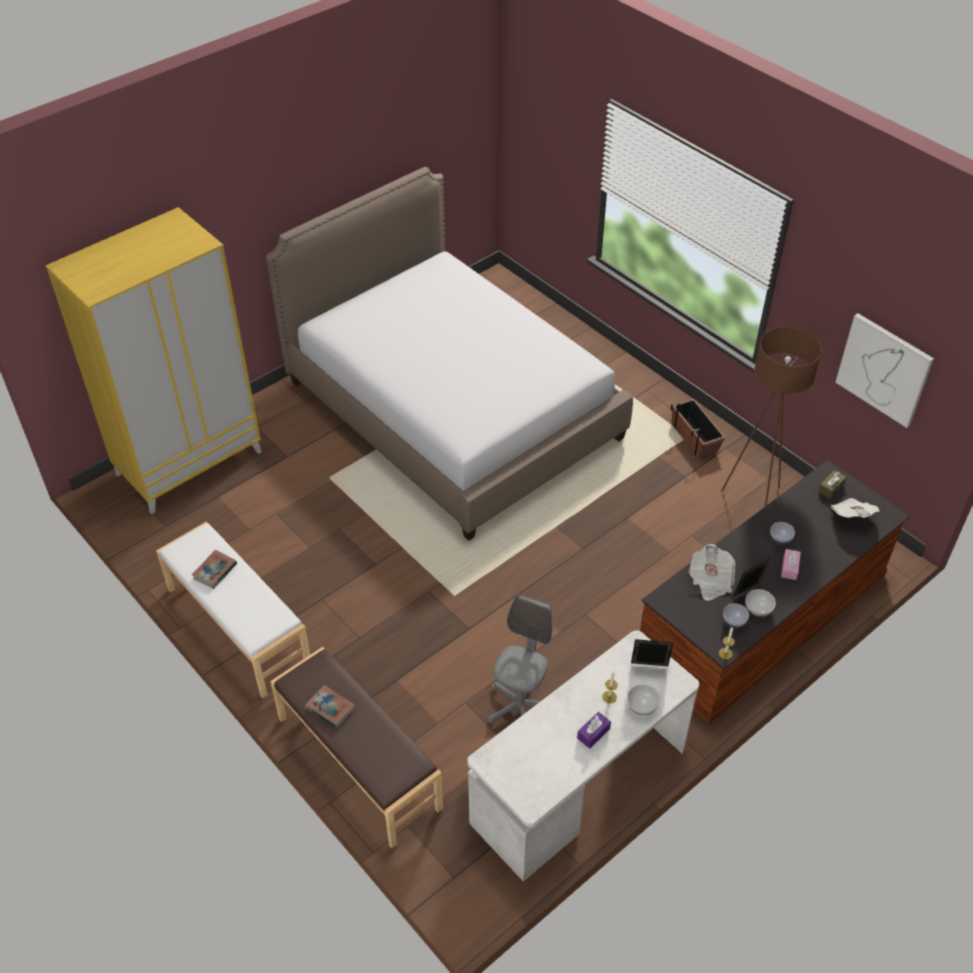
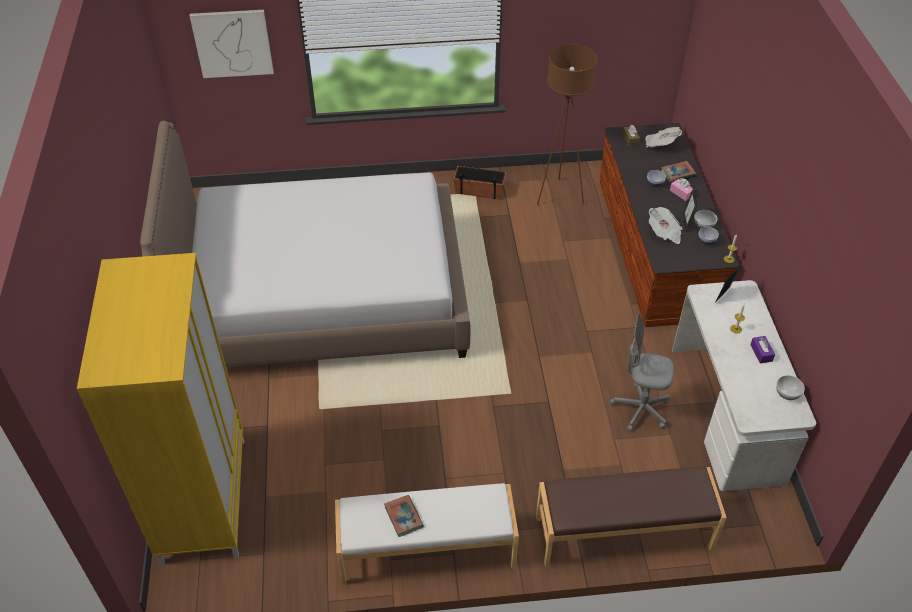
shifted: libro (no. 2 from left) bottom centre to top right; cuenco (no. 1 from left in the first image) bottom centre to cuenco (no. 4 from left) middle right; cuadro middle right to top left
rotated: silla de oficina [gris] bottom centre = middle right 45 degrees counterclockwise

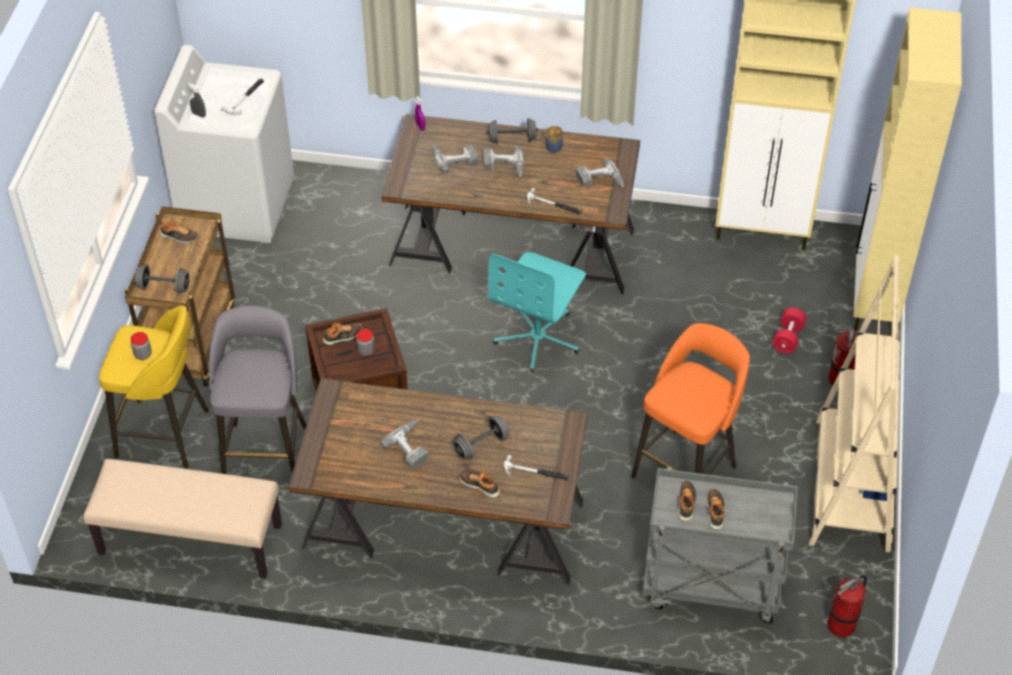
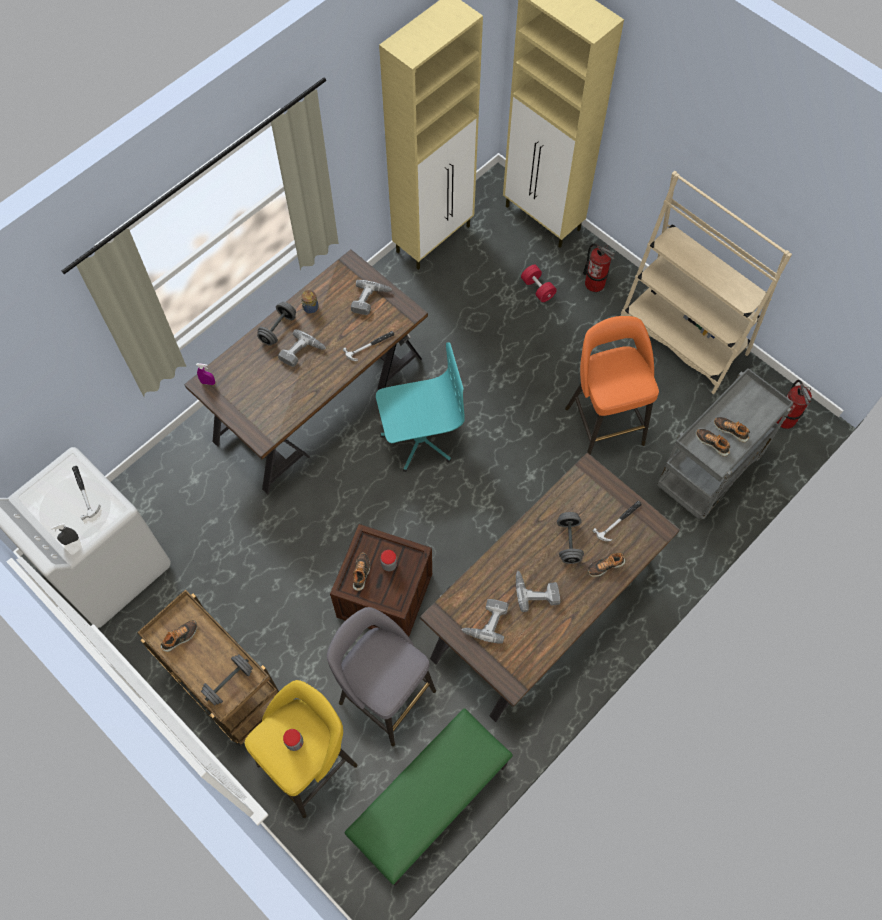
shifted: taladro (no. 2 from left in the first image) top centre to taladro (no. 3 from left) bottom centre
repainted: banco [beis] bottom left to banco [verde] bottom centre
rotated: silla de oficina [turquesa] centre = centre 75 degrees counterclockwise

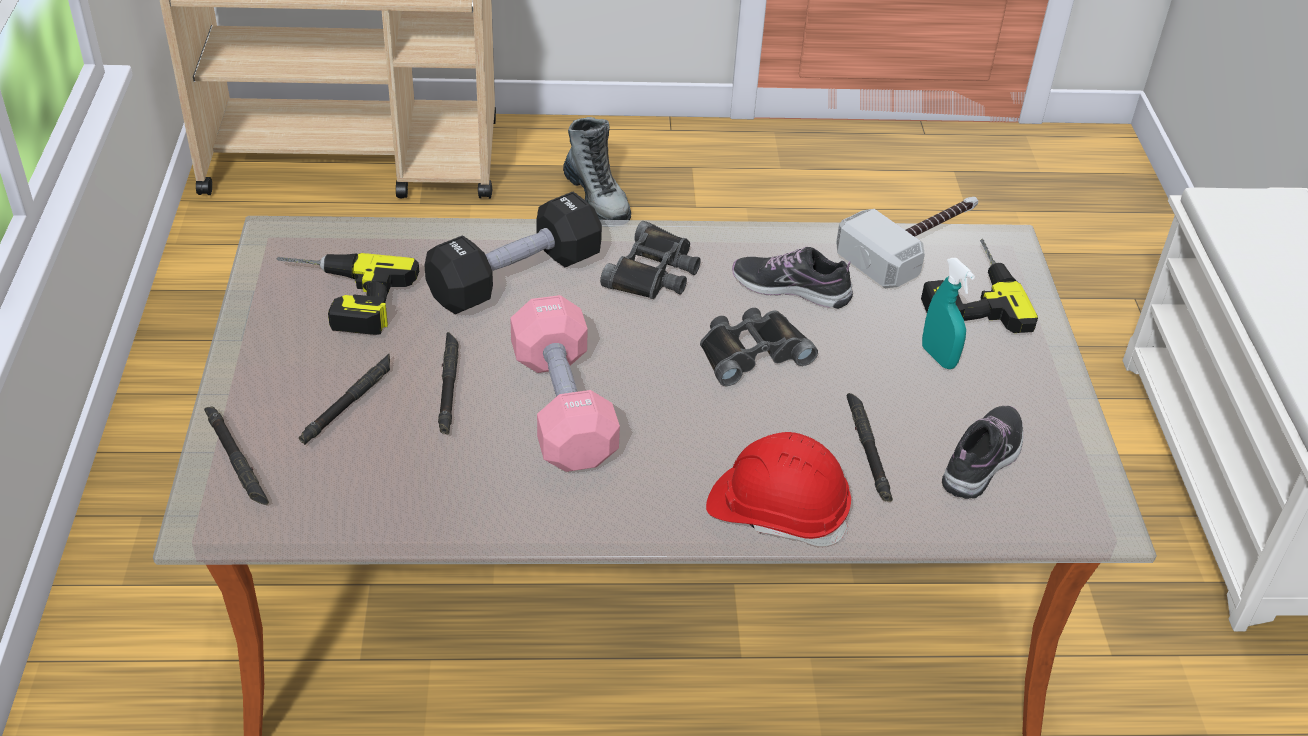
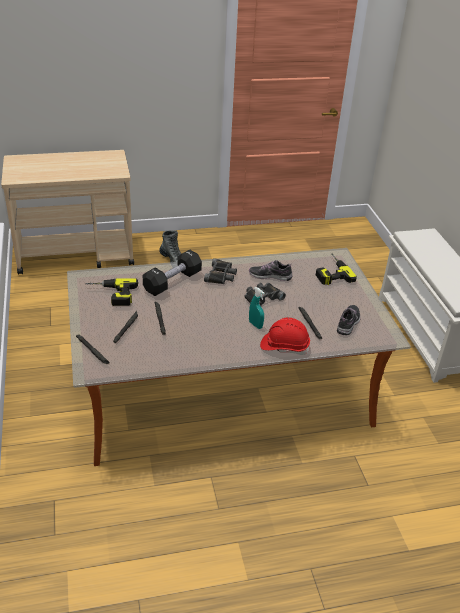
gone: mancuerna [rosa] centre; martillo top right
shifted: pulverizador [turquesa] middle right to centre

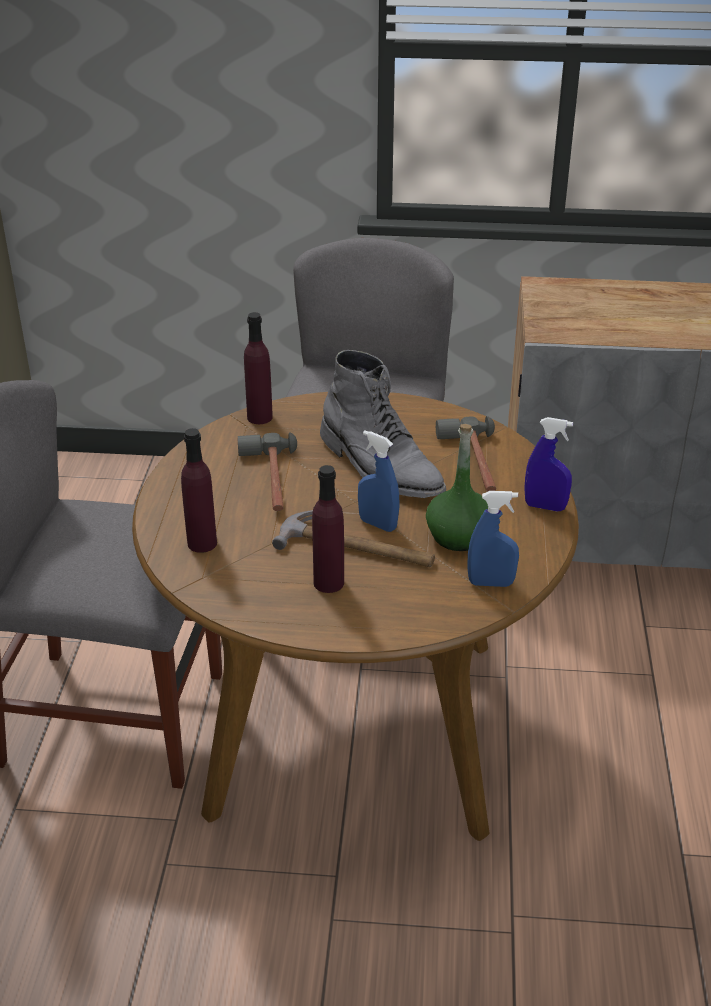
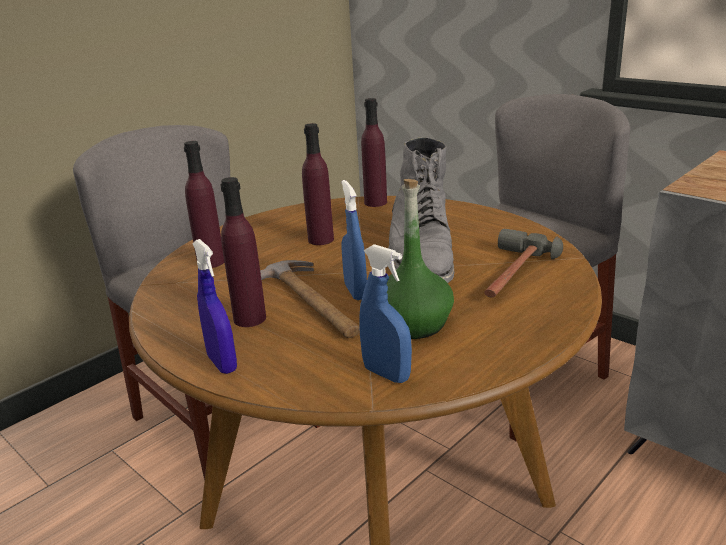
shifted: pulverizador [azul] (no. 3 from left in the first image) middle right to pulverizador [azul] (no. 1 from left) middle left
swapped: martillo (no. 1 from left) centre to botella [morado] (no. 3 from left) centre

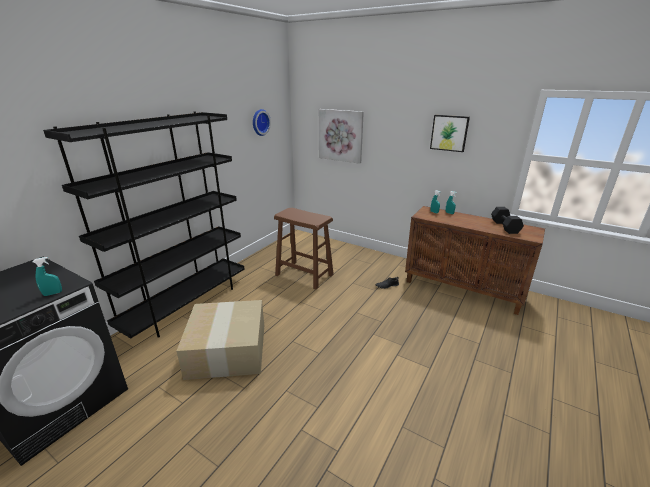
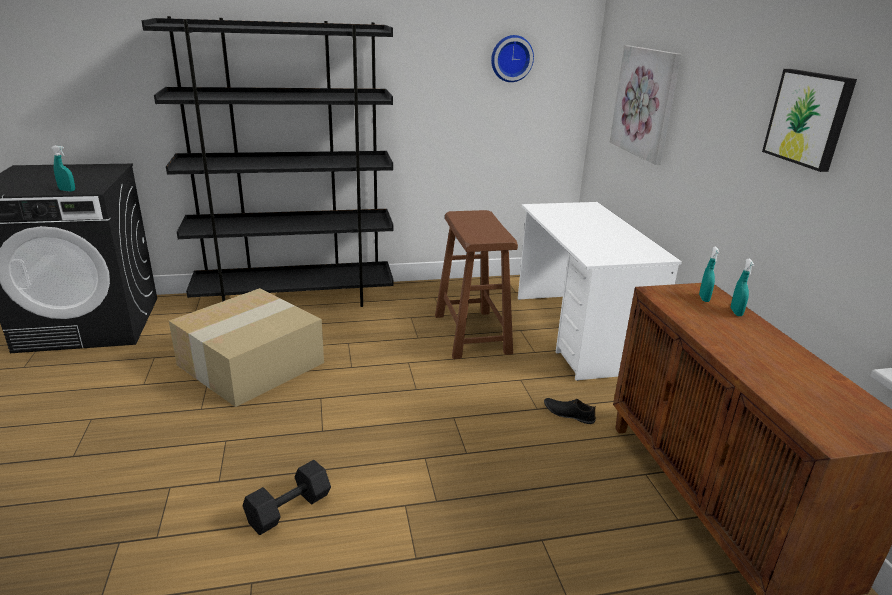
new: escritorio [blanco] middle right
shifted: mancuerna [negro] middle right to bottom left

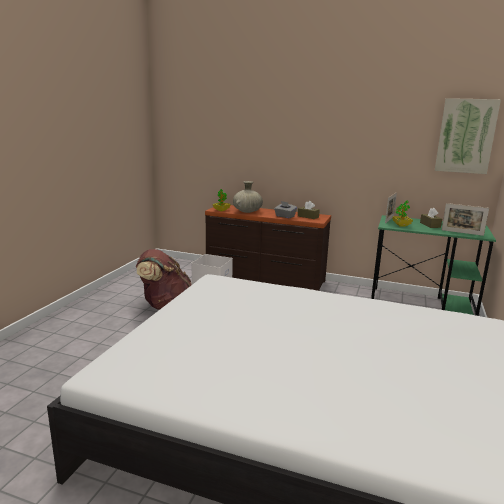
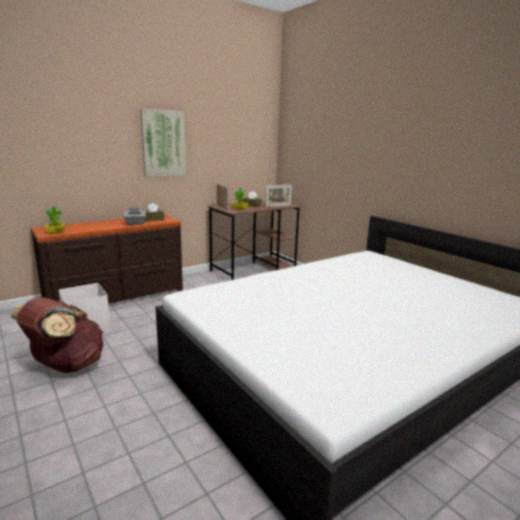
gone: florero [beis] centre
shifted: cuadro top right to top left
repainted: escritorio [verde] middle right to escritorio [marrón] centre

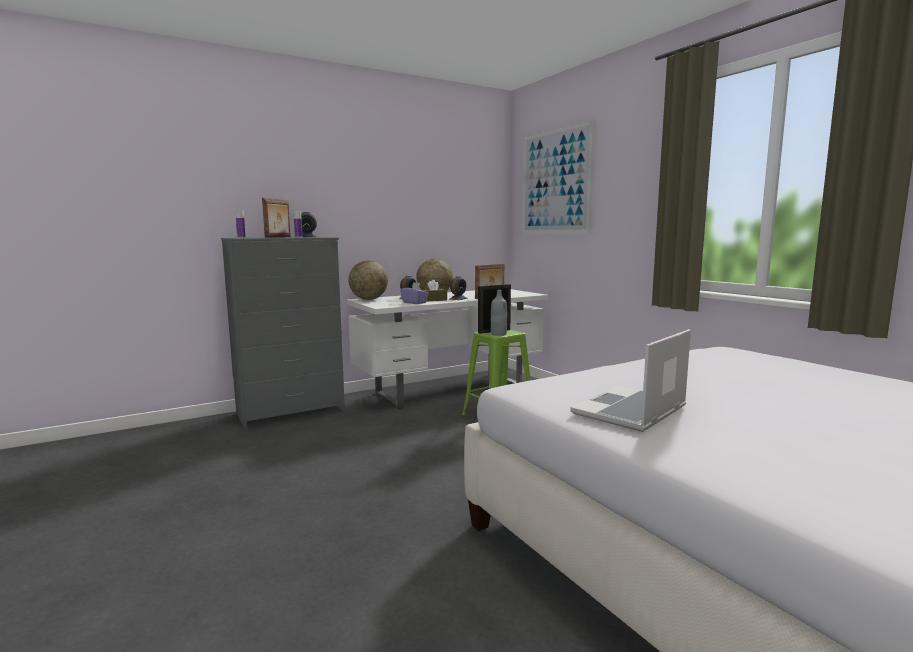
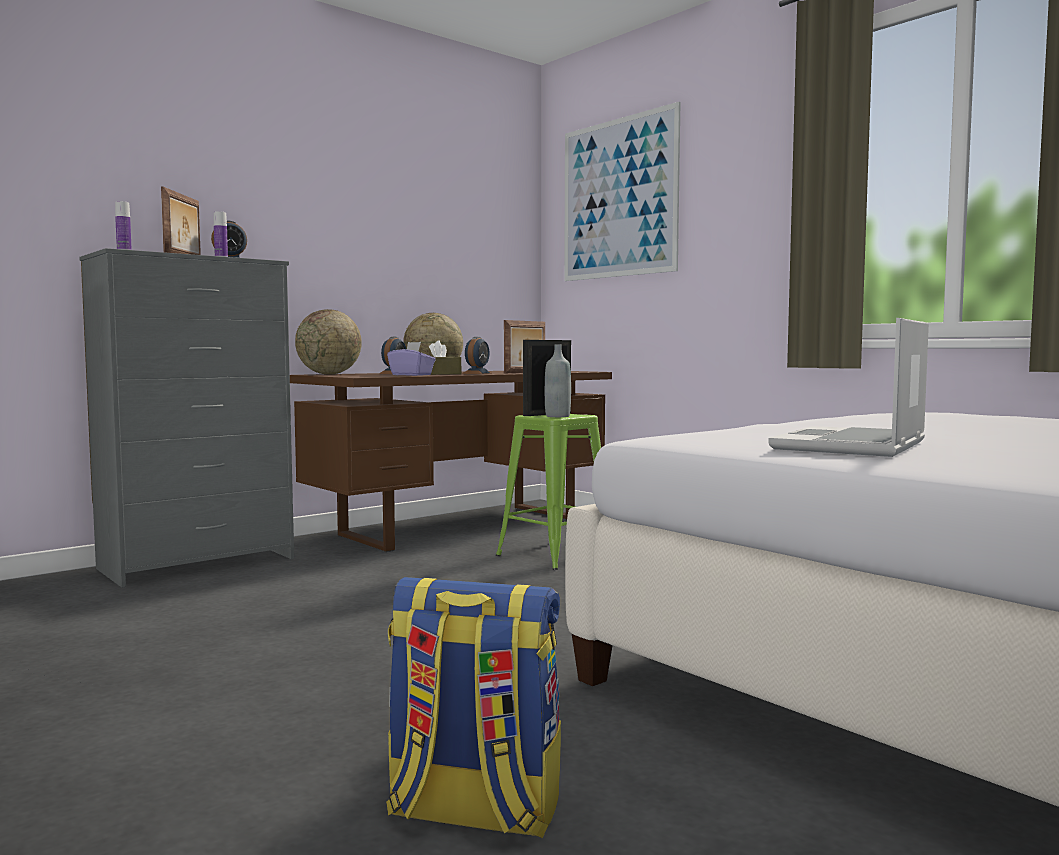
new: mochila bottom centre
repainted: escritorio [blanco] centre to escritorio [marrón] centre

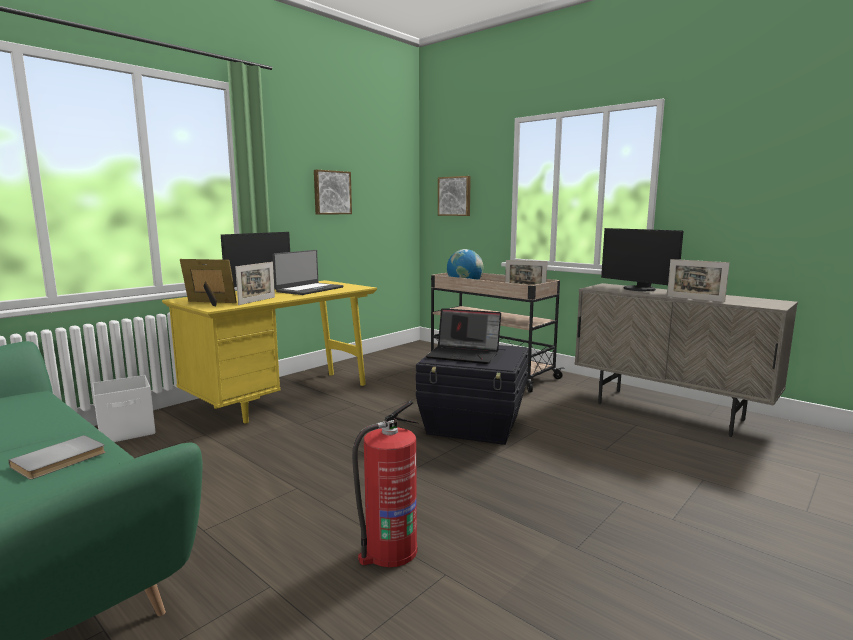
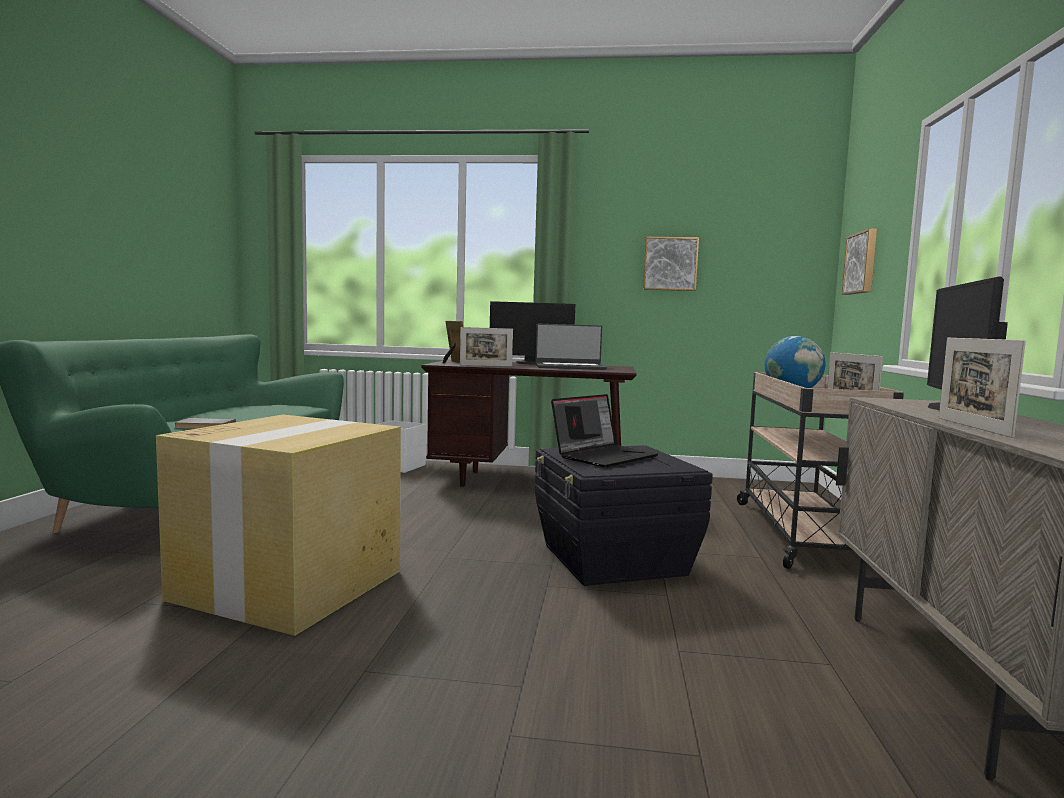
swapped: extintor bottom centre to caja de cartón middle left
repainted: escritorio [amarillo] middle left to escritorio [marrón] centre
rotated: portátil (no. 2 from left) centre = centre 120 degrees counterclockwise

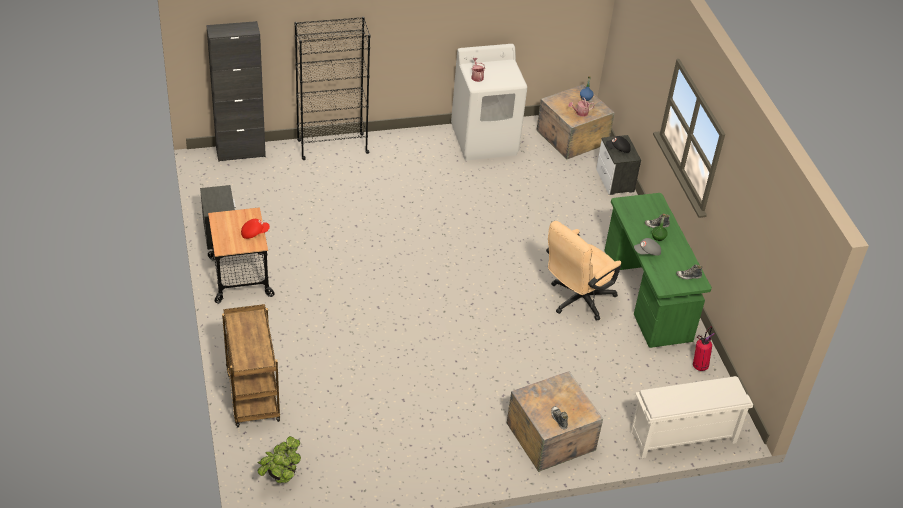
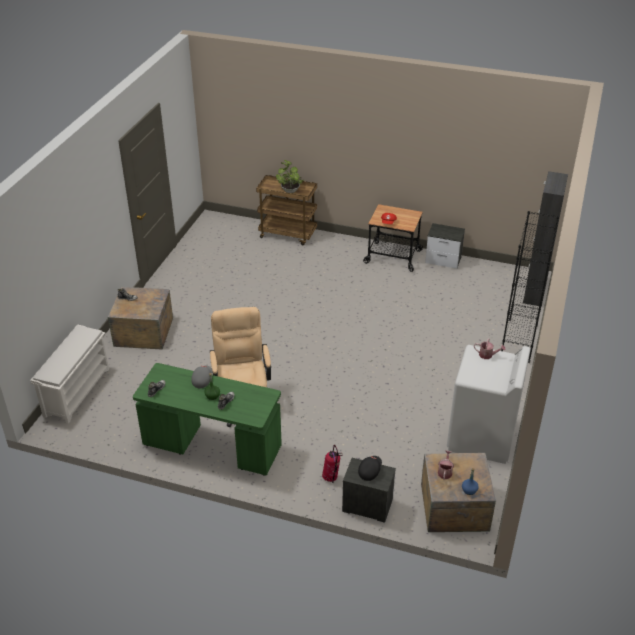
shifted: planta en maceta bottom left to top centre; extintor bottom right to bottom centre

